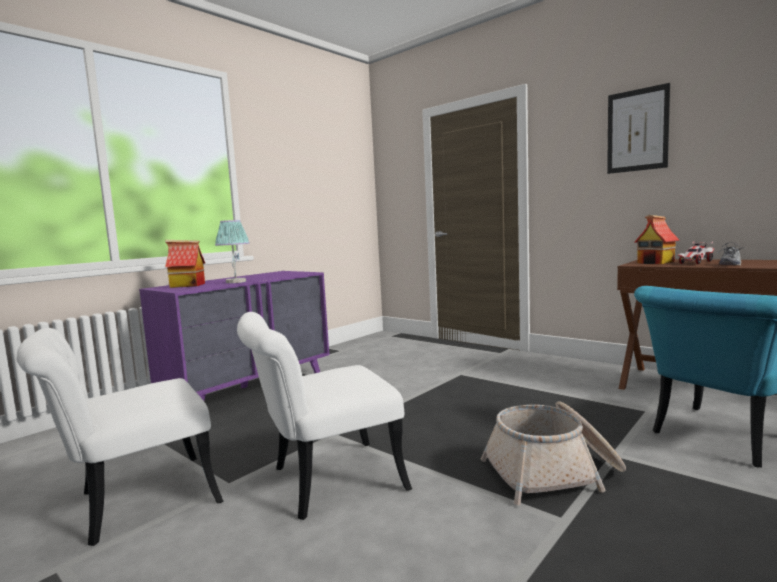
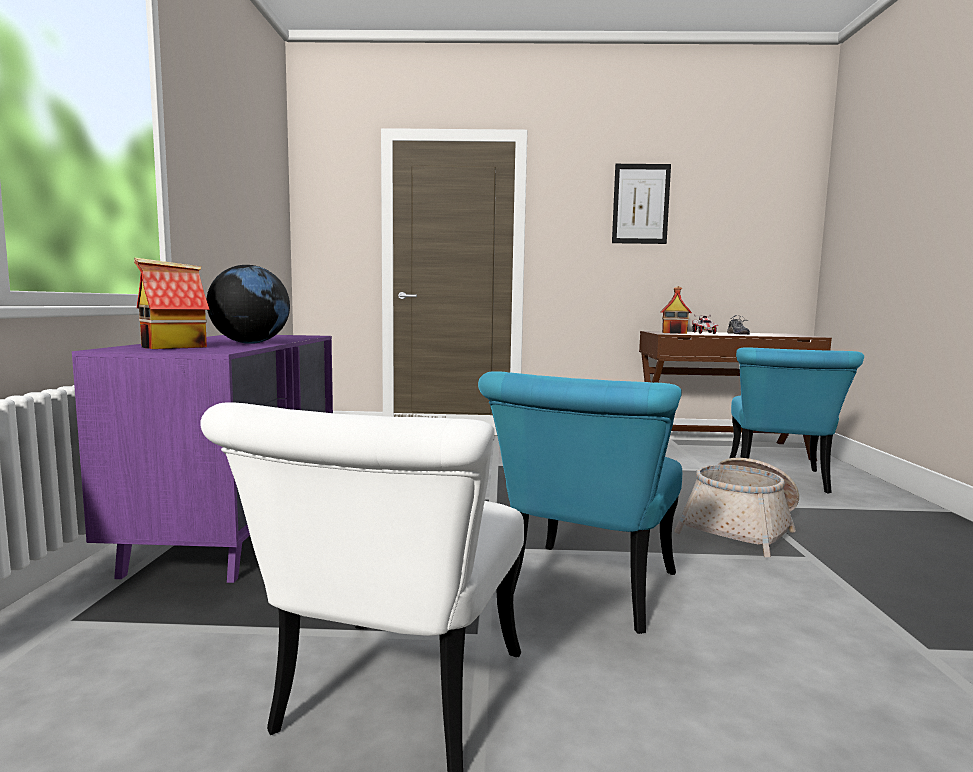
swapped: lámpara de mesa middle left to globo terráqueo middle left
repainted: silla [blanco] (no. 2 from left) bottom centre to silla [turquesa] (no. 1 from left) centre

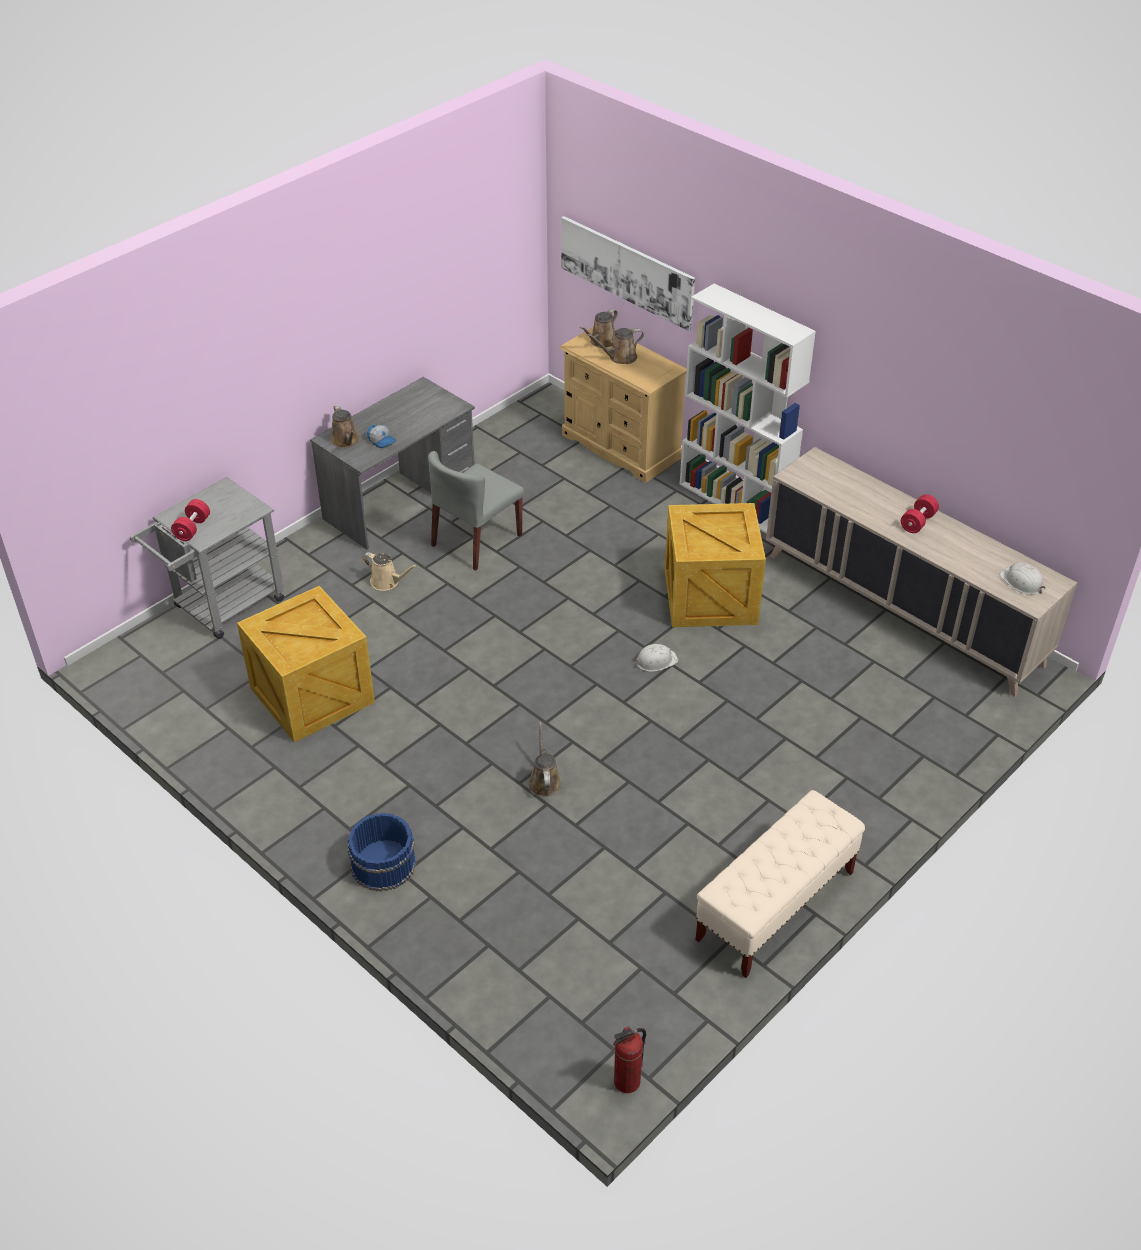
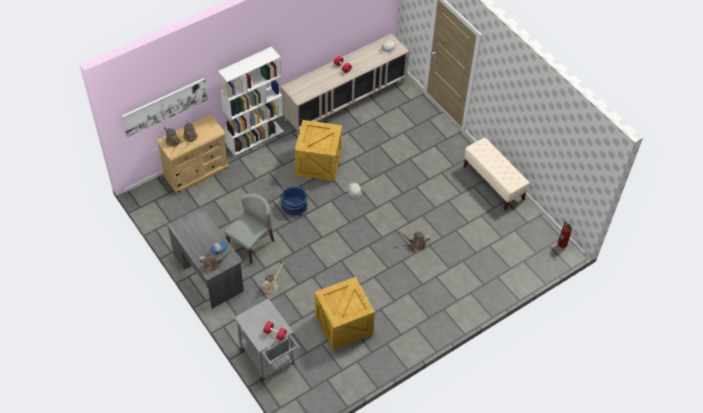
shifted: cubo [azul] bottom centre to centre
rotated: silla [gris] centre = centre 105 degrees counterclockwise

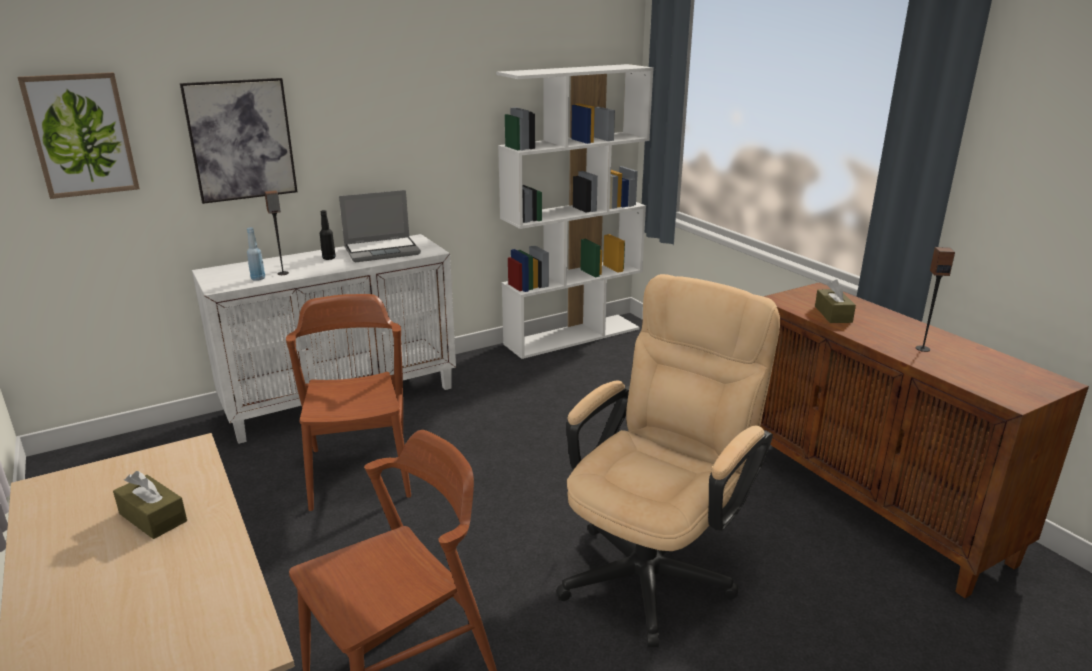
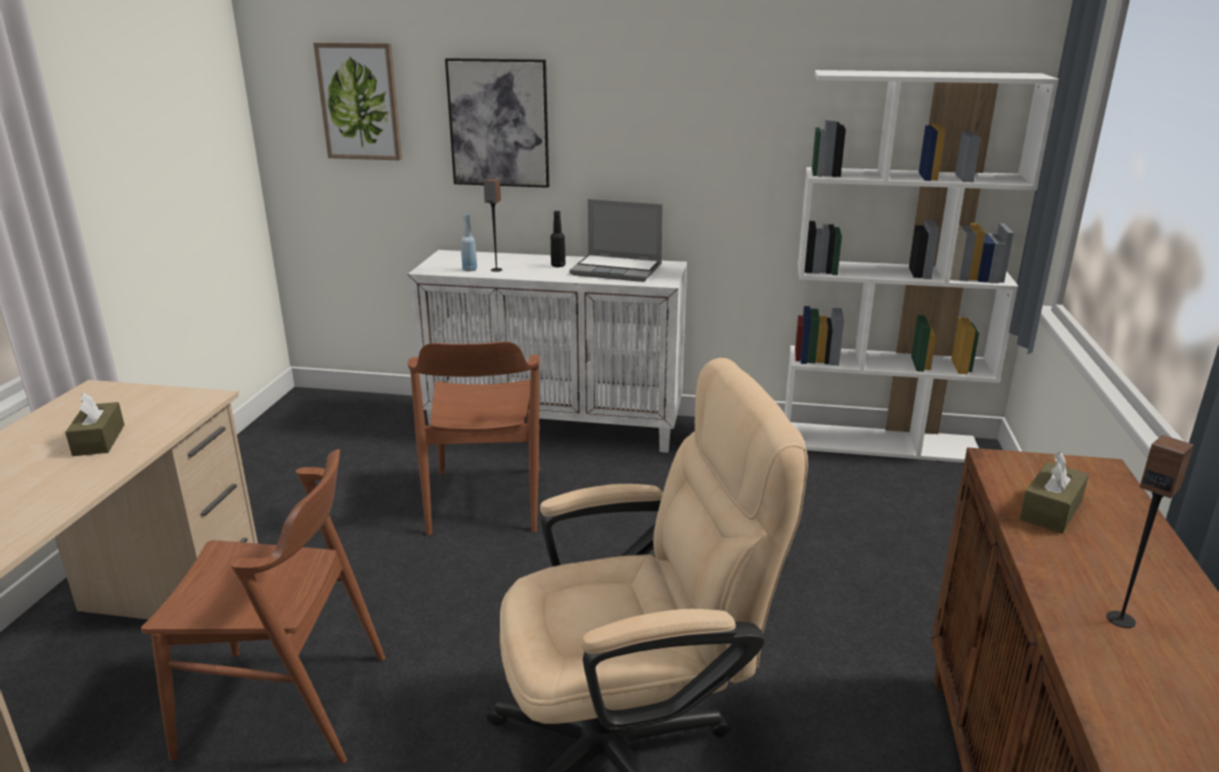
rotated: silla [marrón] (no. 1 from left in the first image) middle left = centre 150 degrees clockwise

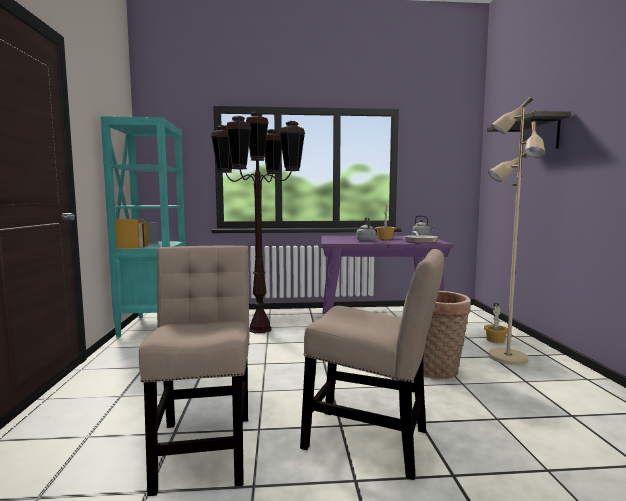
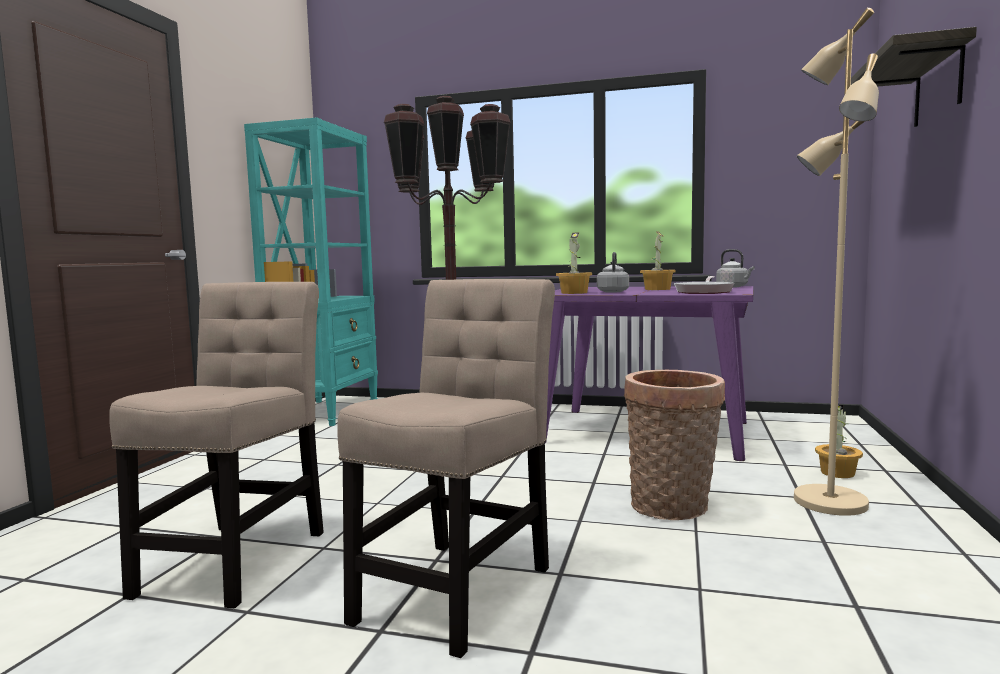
new: planta en maceta (no. 1 from left) centre
rotated: silla [beis] (no. 2 from left) bottom centre = bottom centre 105 degrees counterclockwise

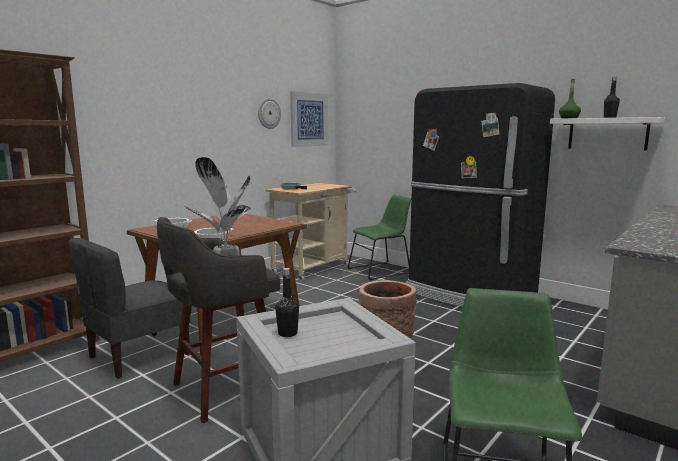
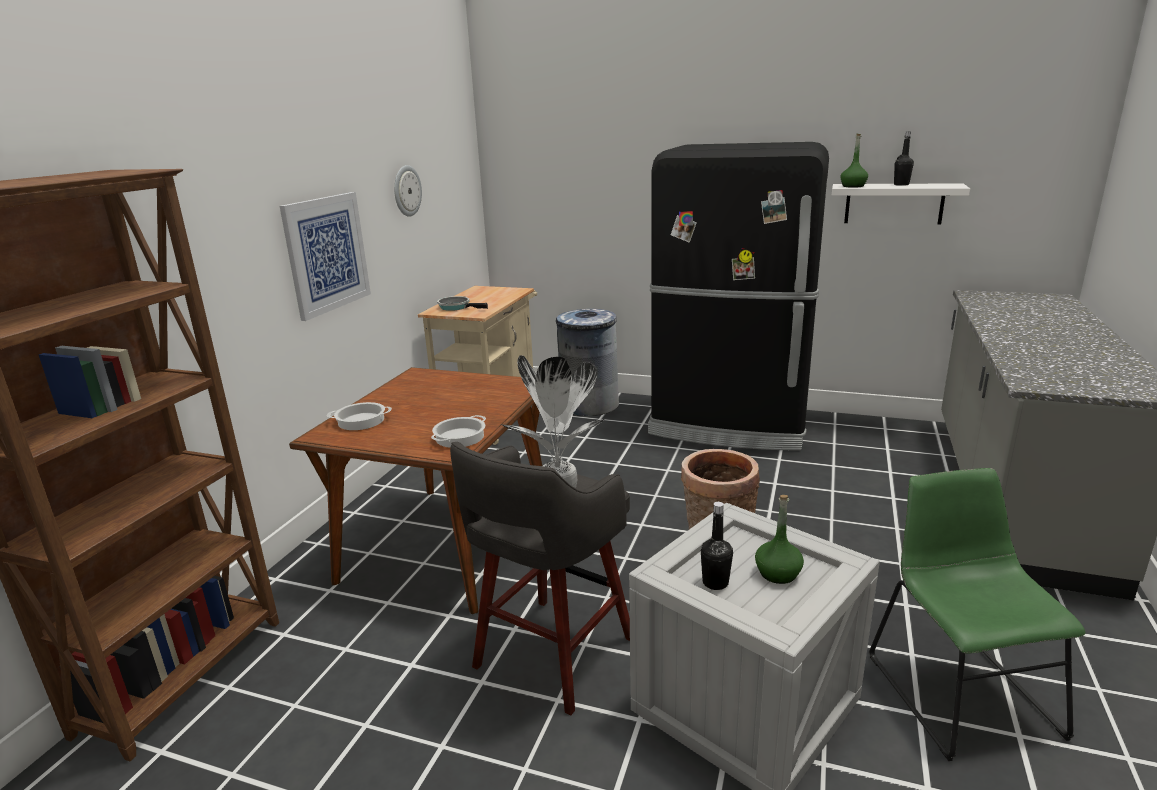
gone: silla [gris] bottom left
new: botella [verde] (no. 1 from left) bottom right
shifted: cuadro top centre to top left
swapped: silla [verde] (no. 1 from left) centre to papelera [gris] centre

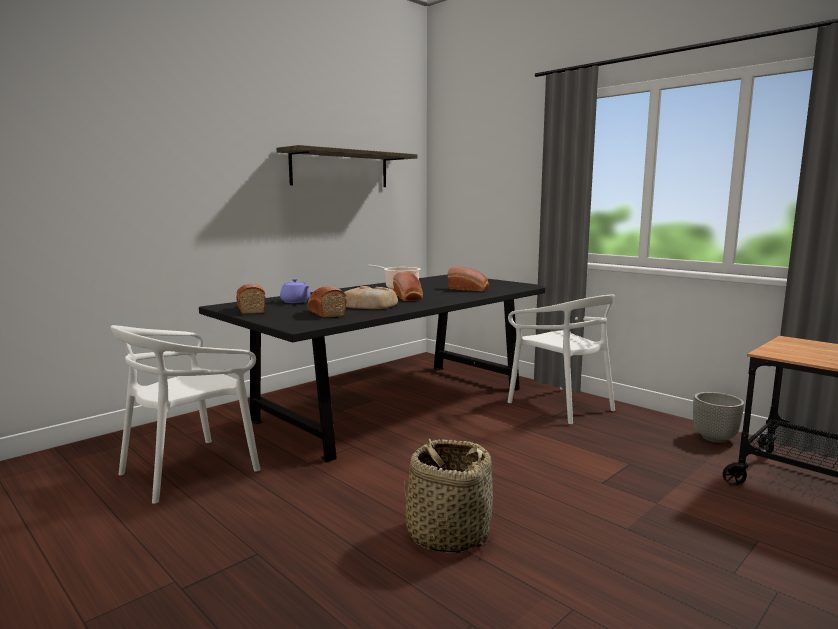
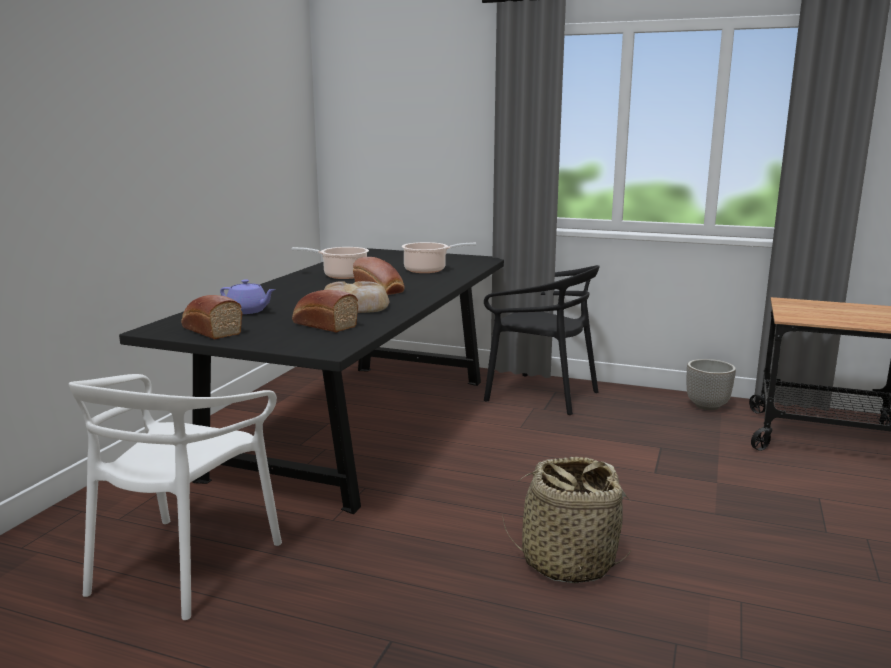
gone: estante top centre
swapped: pan (no. 5 from left) centre to olla (no. 2 from left) centre
repainted: silla [blanco] (no. 2 from left) middle right to silla [negro] centre

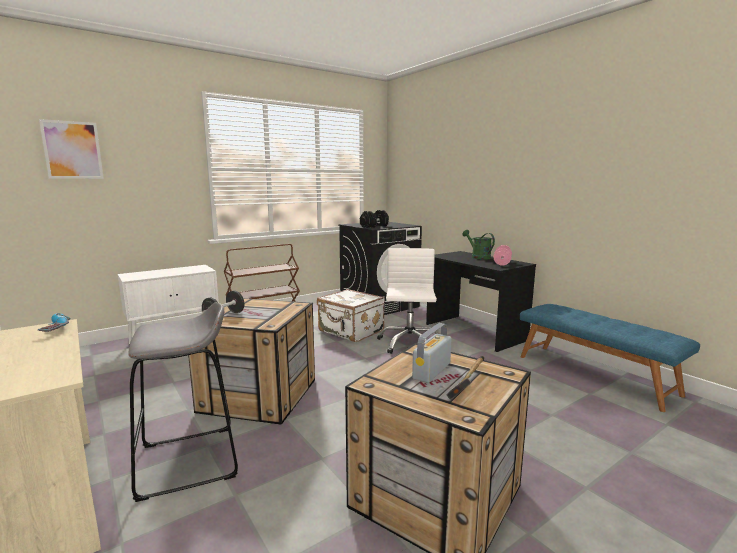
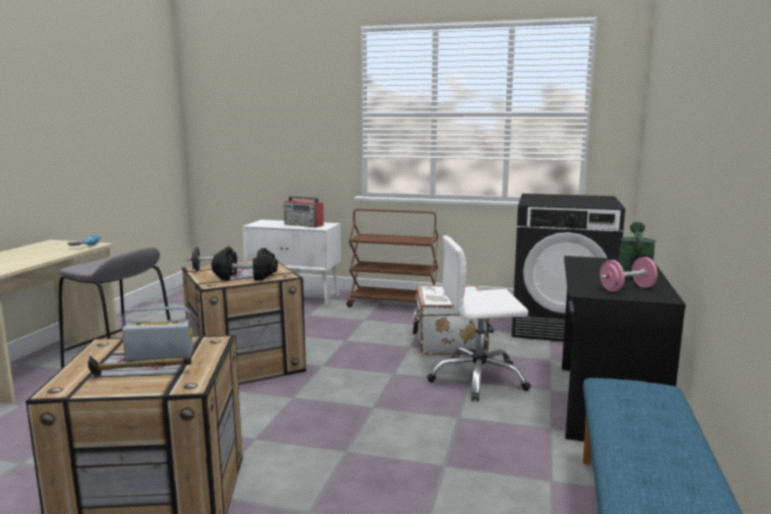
gone: cuadro top left
new: radio (no. 2 from left) centre
shifted: mancuerna [negro] (no. 2 from left) centre to middle left
rotated: silla de oficina [blanco] centre = centre 150 degrees counterclockwise

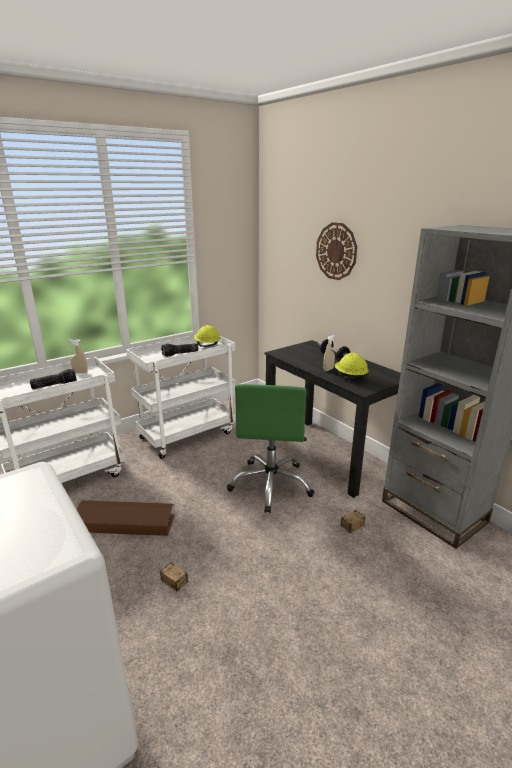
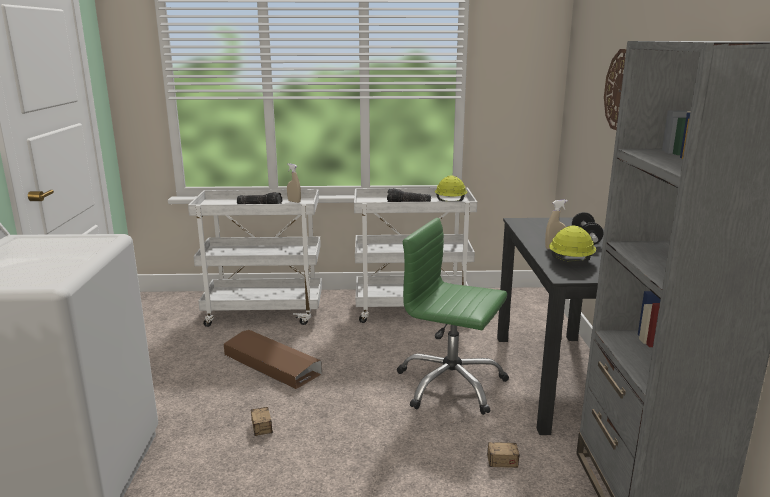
rotated: silla de oficina [verde] centre = centre 75 degrees clockwise

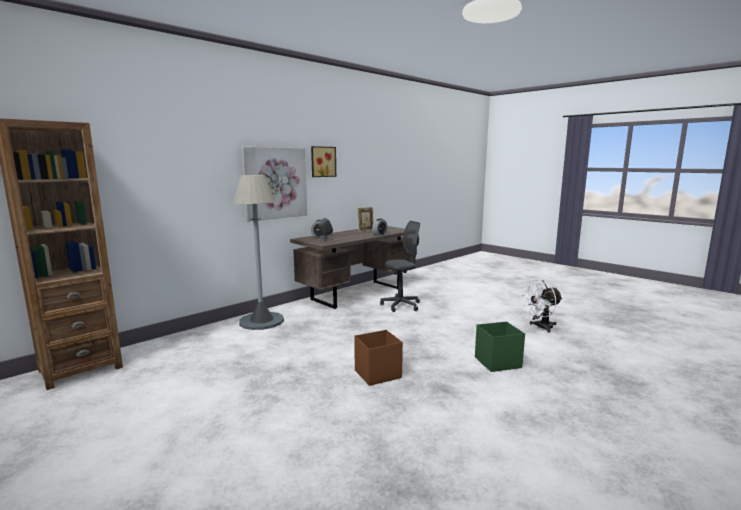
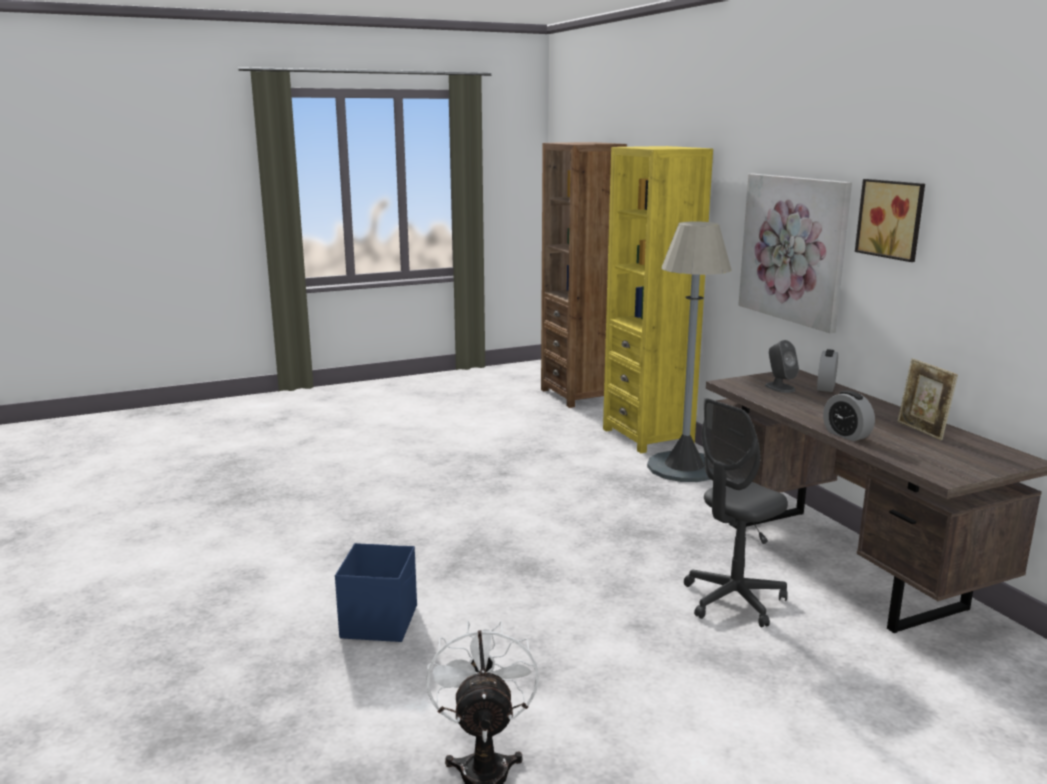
gone: caja de almacenaje [marrón] bottom centre
new: estantería [amarillo] centre
repainted: caja de almacenaje [verde] bottom right to caja de almacenaje [azul] bottom centre
rotated: silla de oficina [gris] centre = middle right 60 degrees clockwise

